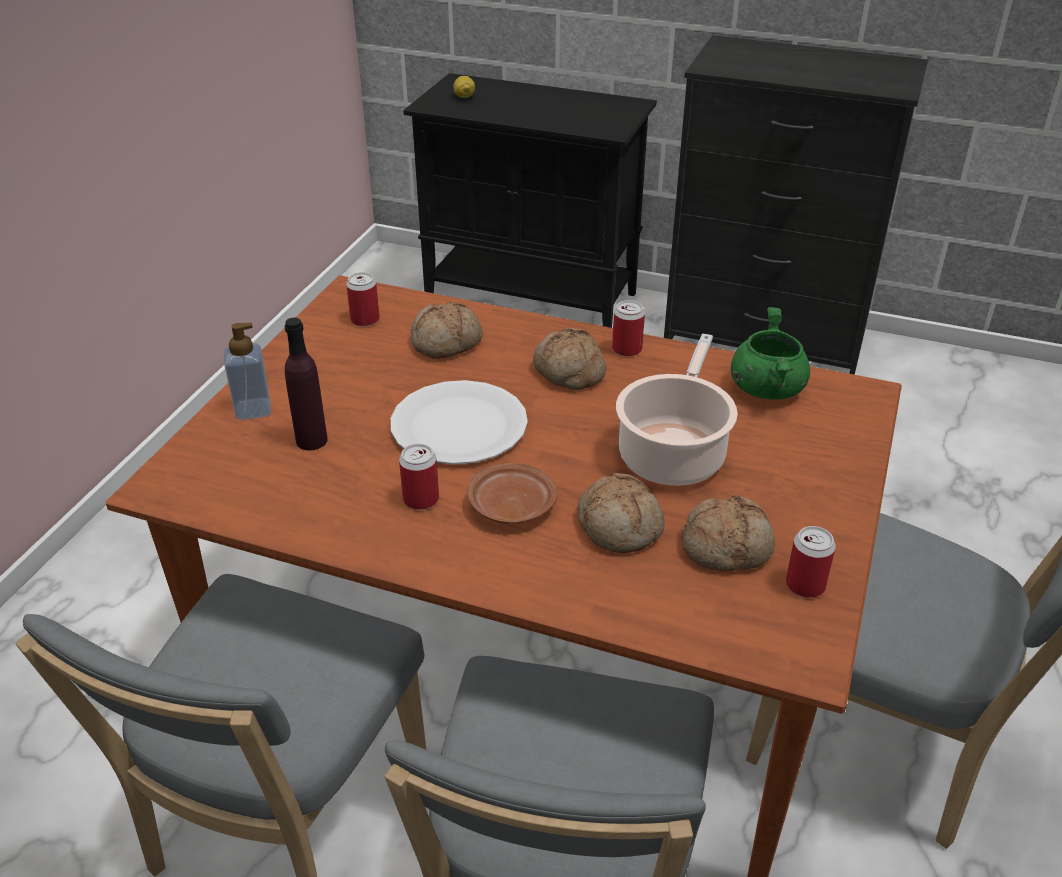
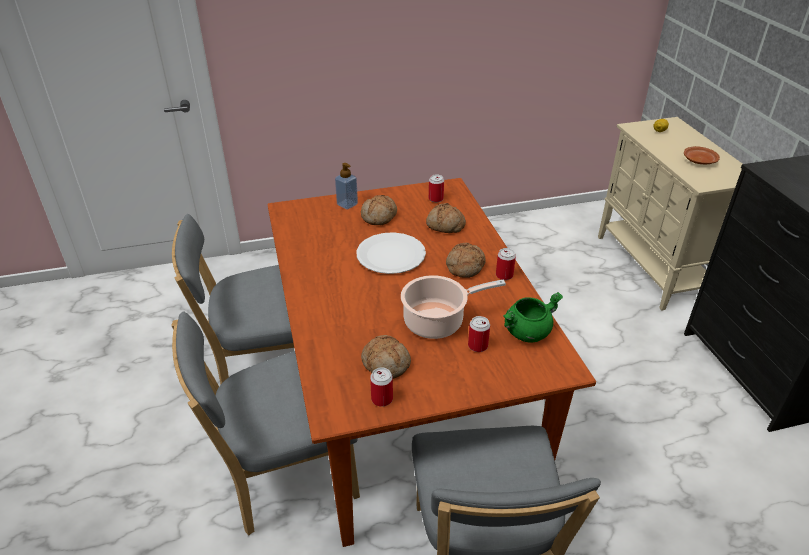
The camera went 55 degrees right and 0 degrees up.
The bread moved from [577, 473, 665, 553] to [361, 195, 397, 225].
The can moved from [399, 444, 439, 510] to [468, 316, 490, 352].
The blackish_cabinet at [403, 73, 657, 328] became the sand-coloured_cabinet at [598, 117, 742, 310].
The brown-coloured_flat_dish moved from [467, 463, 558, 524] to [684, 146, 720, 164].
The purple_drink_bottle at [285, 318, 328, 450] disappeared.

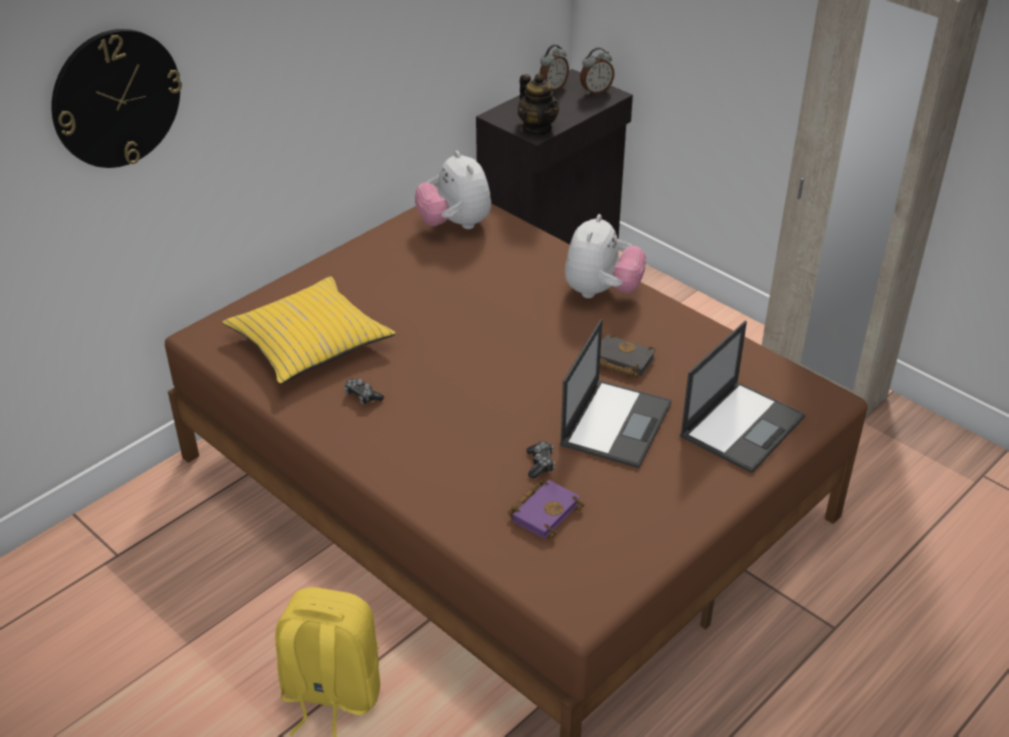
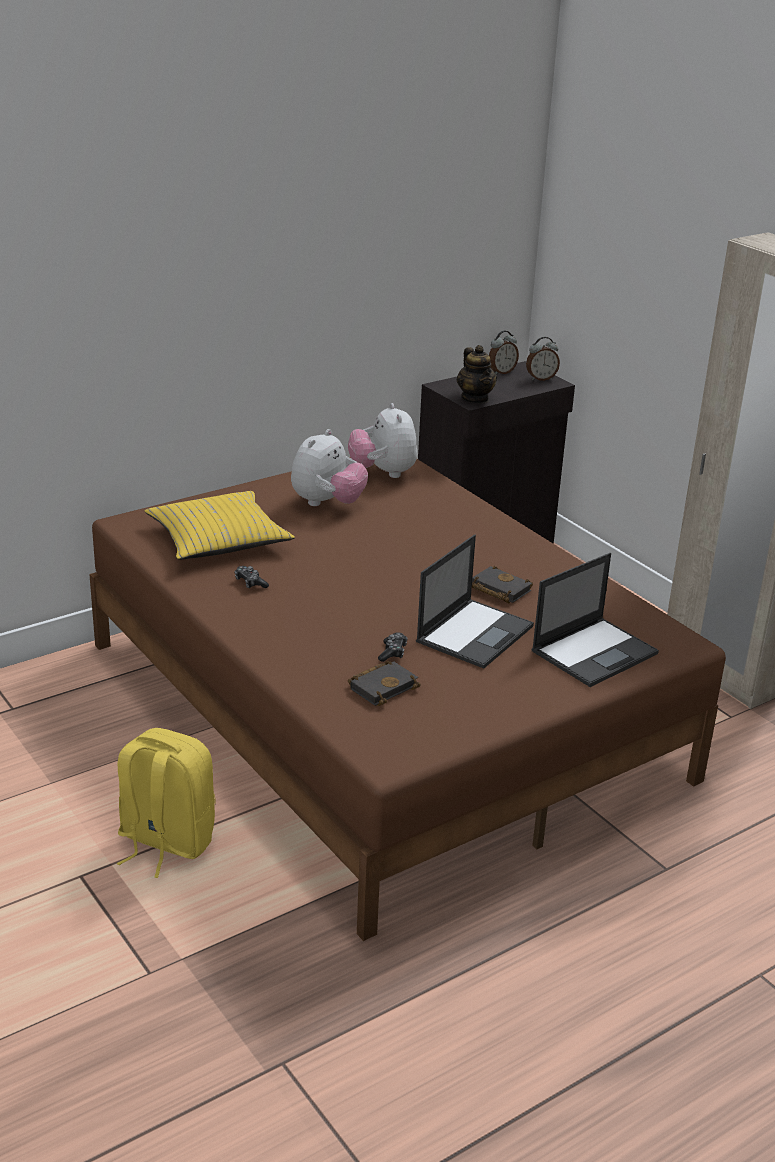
The camera went 10 degrees right and 10 degrees down.
The soft_toy moved from [565, 214, 646, 298] to [291, 429, 368, 506].
The purple_volume at [508, 480, 584, 539] became the blackish_volume at [348, 661, 421, 706].
The clock_on_the_wall at [51, 29, 182, 168] disappeared.

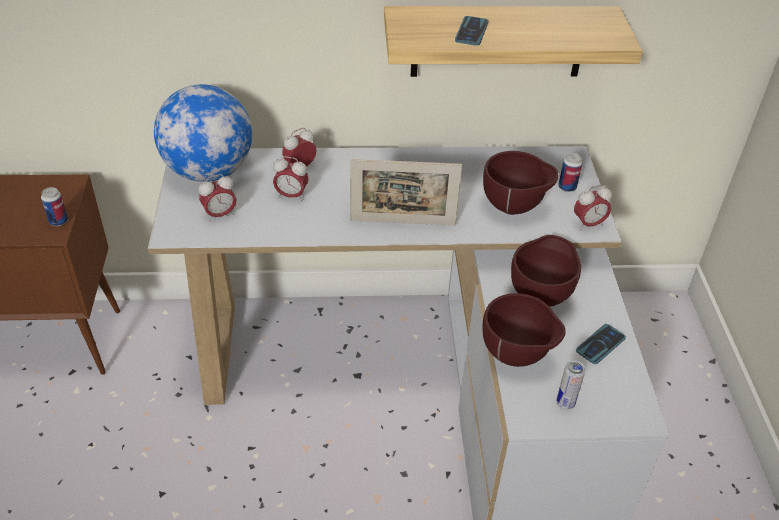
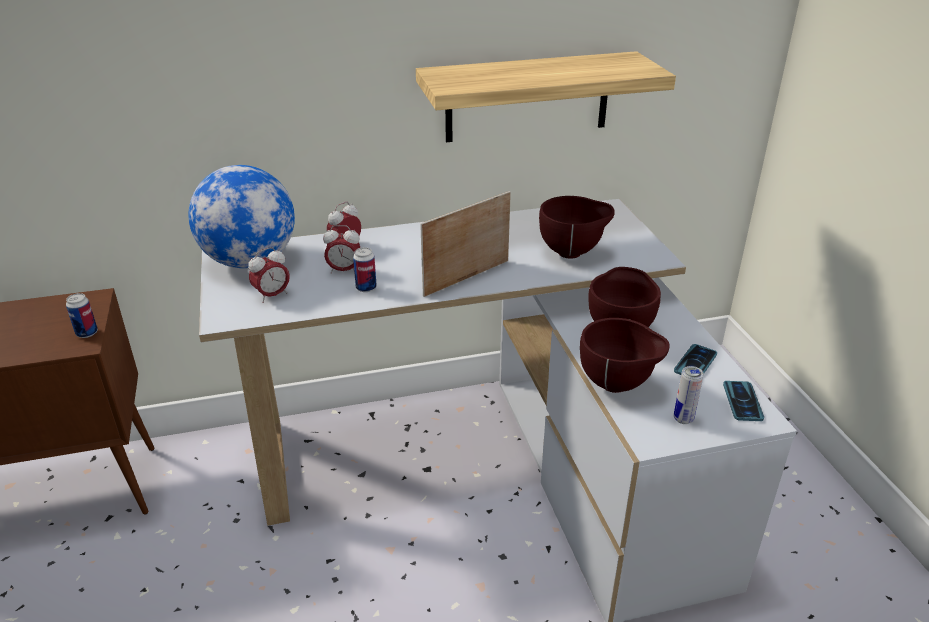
The camera went 10 degrees left and 10 degrees down.
The can moved from [558, 153, 582, 192] to [353, 247, 377, 292].
The photo_frame at [350, 159, 462, 225] turned 150 degrees clockwise.
The phone moved from [455, 16, 489, 46] to [723, 381, 764, 421].
The table_clock at [574, 185, 612, 230] disappeared.

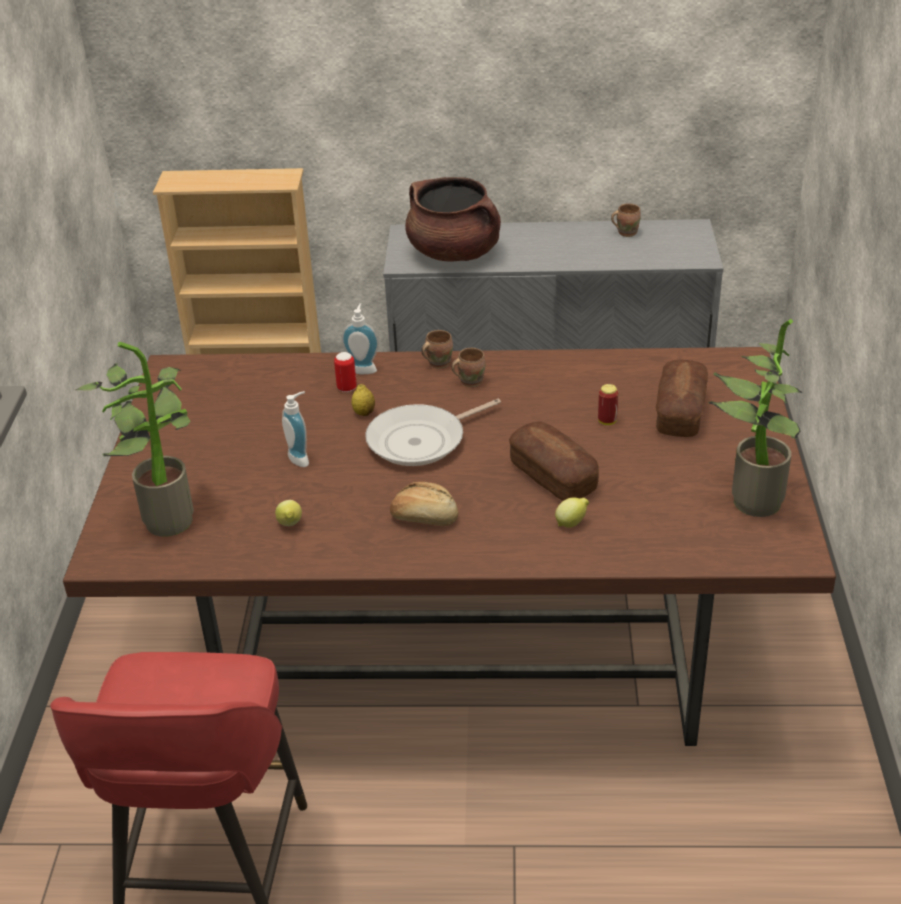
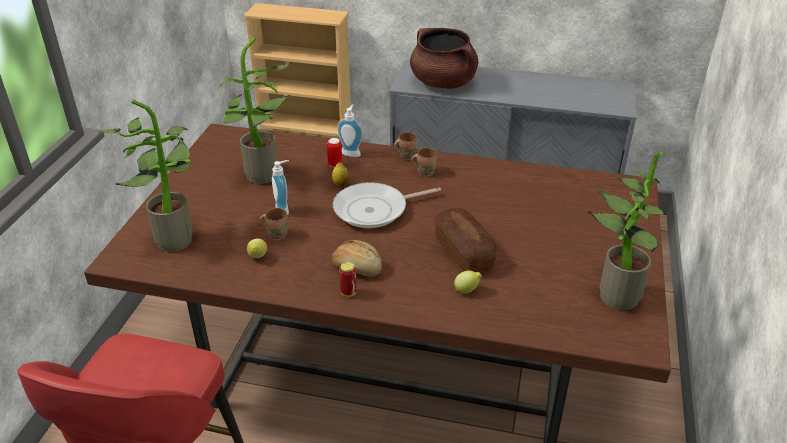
The camera went 10 degrees right and 0 degrees up.
The plant_in_a_pot at [219, 37, 291, 184] appeared.
The brown-coloured_tea_mug moved from [611, 203, 641, 237] to [260, 207, 288, 241].
The can moved from [598, 384, 618, 425] to [339, 262, 357, 297].
The bread at [656, 359, 708, 437] disappeared.

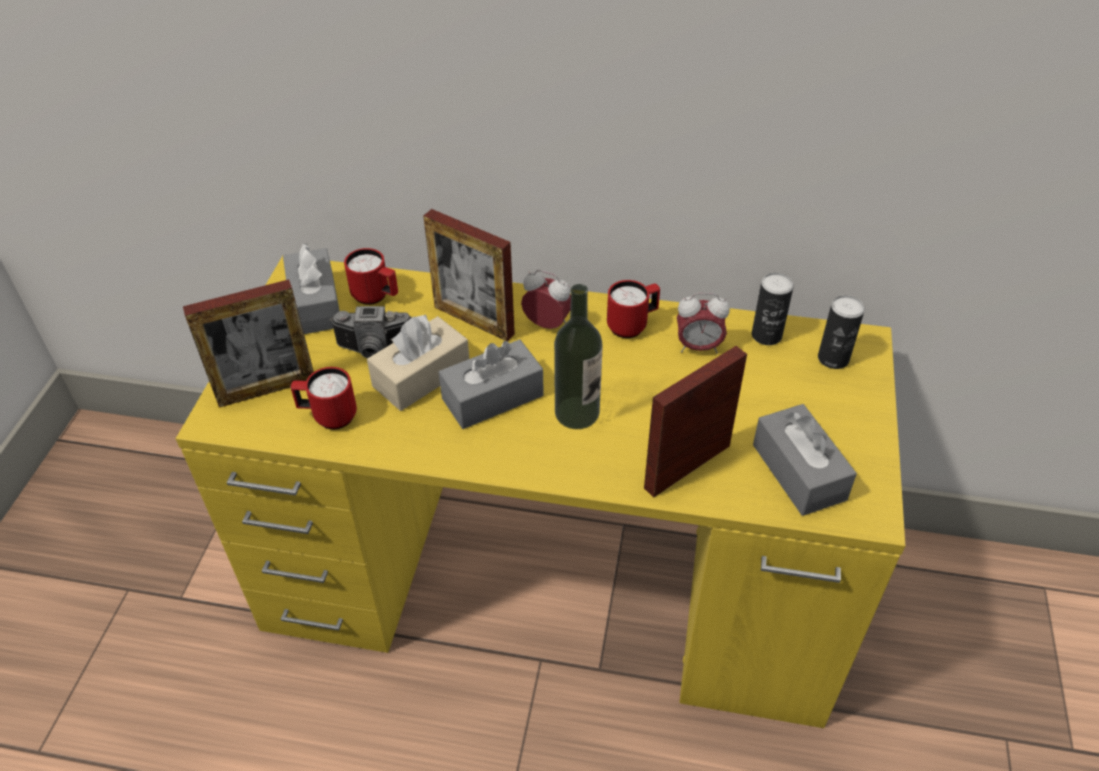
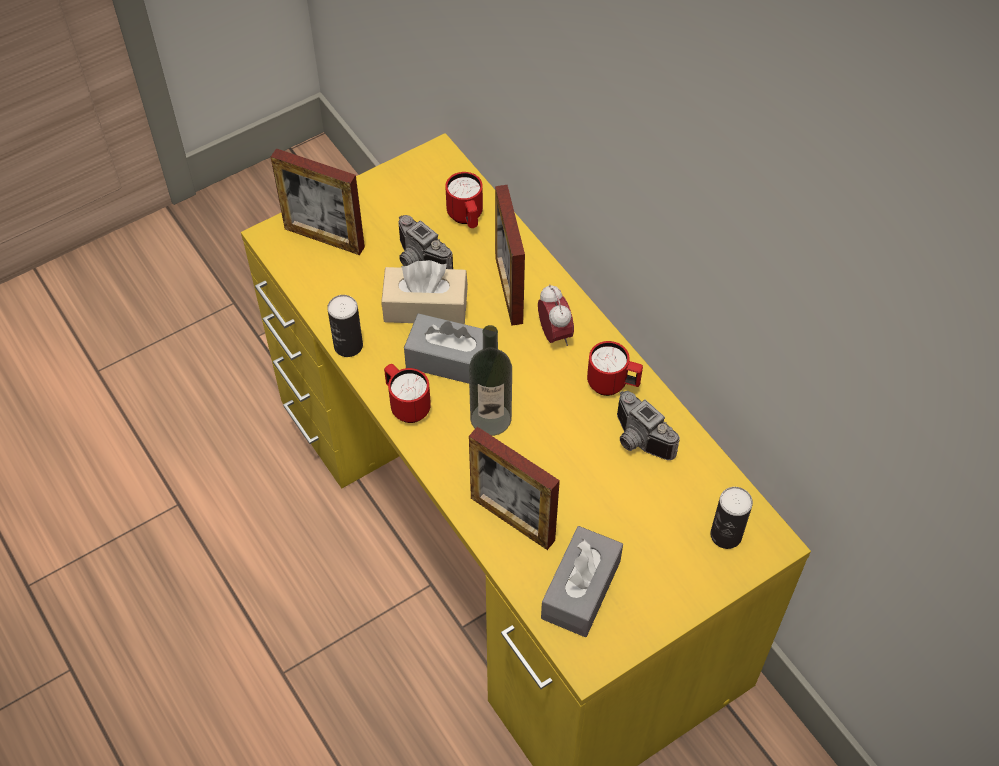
The camera went 45 degrees right and 10 degrees up.
The can moved from [752, 273, 794, 345] to [327, 295, 363, 357].
The red-coloured_tea_mug moved from [290, 367, 357, 429] to [384, 364, 431, 423].
The photo_frame at [644, 346, 747, 497] turned 150 degrees counterclockwise.
The table_clock at [677, 293, 730, 354] was replaced by the still_camera at [617, 391, 680, 460].
The gray_box_of_tissues at [283, 243, 340, 334] disappeared.

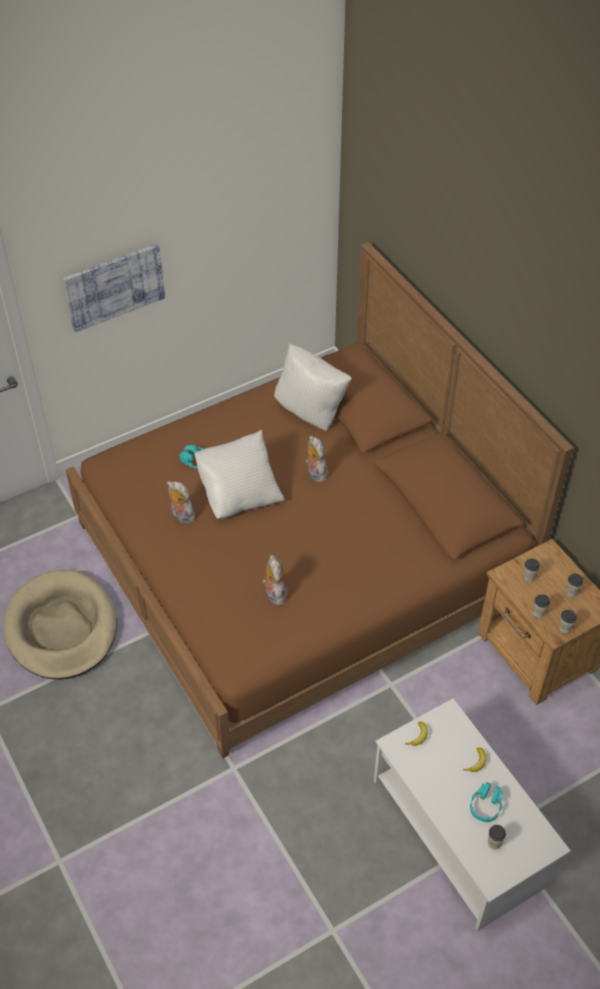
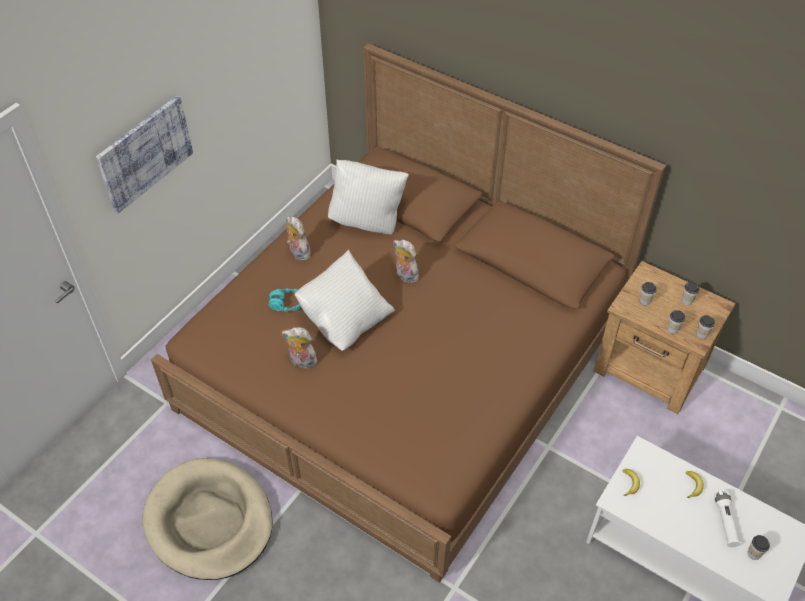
The camera went 25 degrees left and 0 degrees up.
The soft_toy moved from [262, 555, 287, 605] to [286, 216, 311, 261].
The blue-green_pair_of_headphones at [470, 782, 503, 822] was replaced by the whitish_hand_torch at [714, 490, 742, 547].

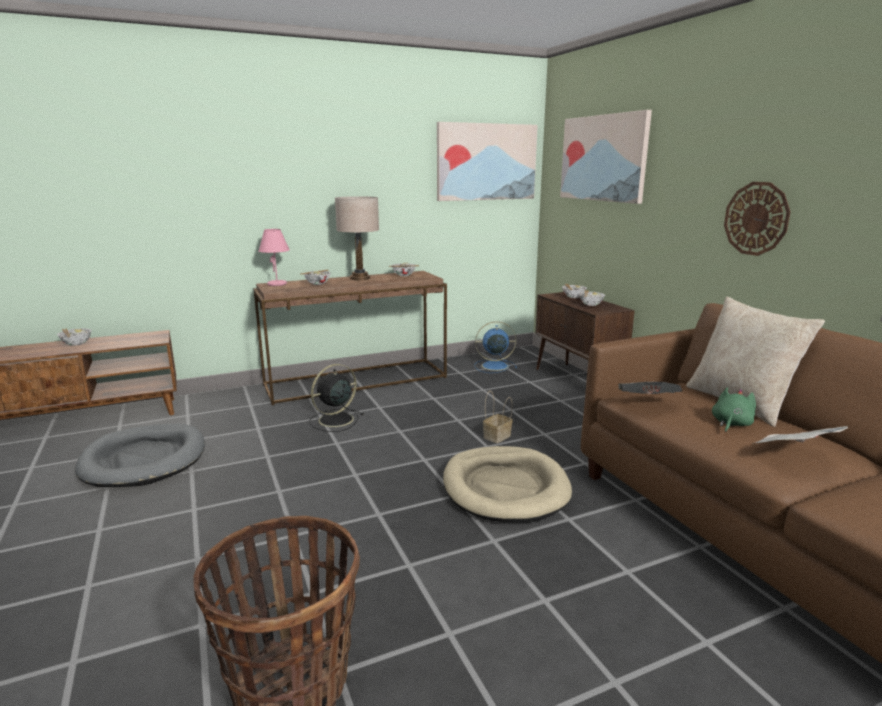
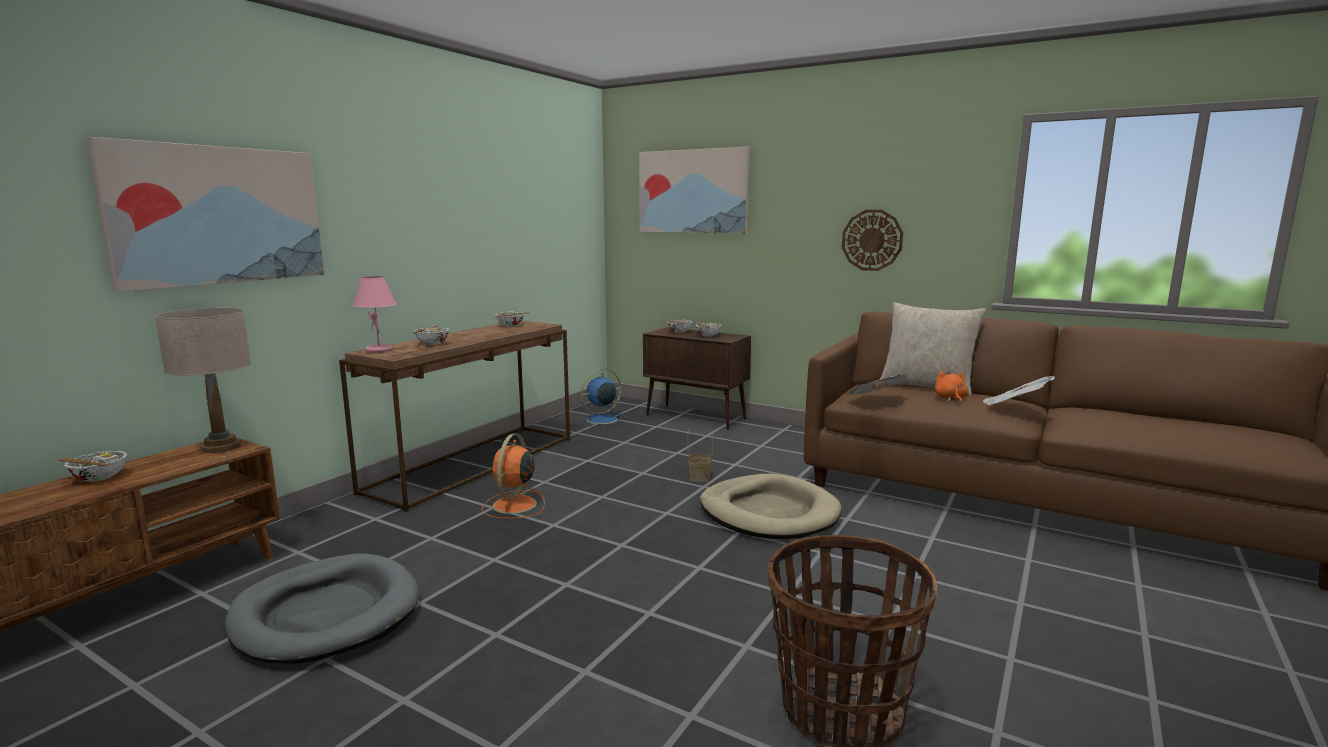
The camera went 35 degrees left and 5 degrees down.
The picture moved from [437, 122, 538, 201] to [86, 137, 324, 292].
The sand-coloured_table_lamp moved from [335, 196, 379, 280] to [155, 308, 251, 453].
The blackish_cooling_fan at [309, 364, 363, 432] became the orange-coloured_cooling_fan at [482, 434, 545, 519].
The greenish_soft_toy at [712, 387, 756, 432] became the orange-coloured_soft_toy at [935, 371, 969, 404].

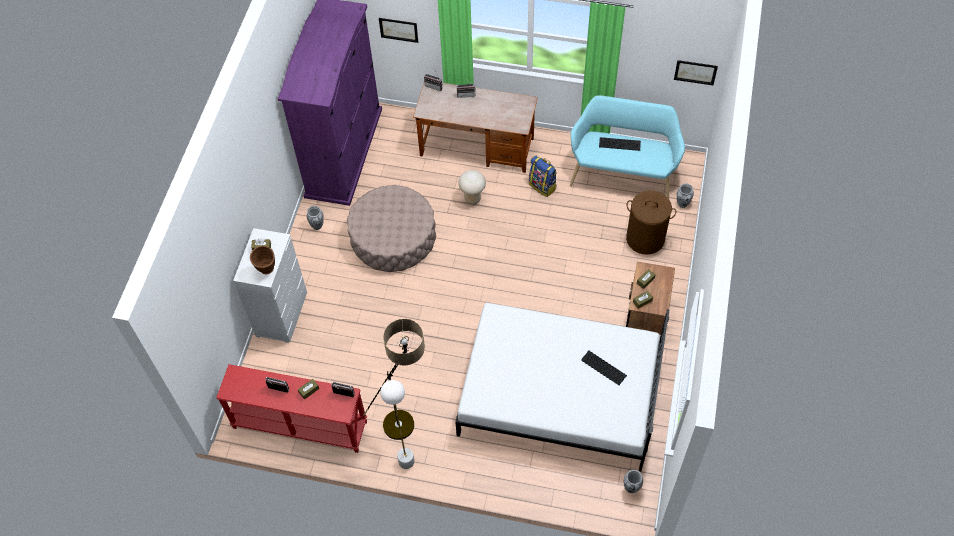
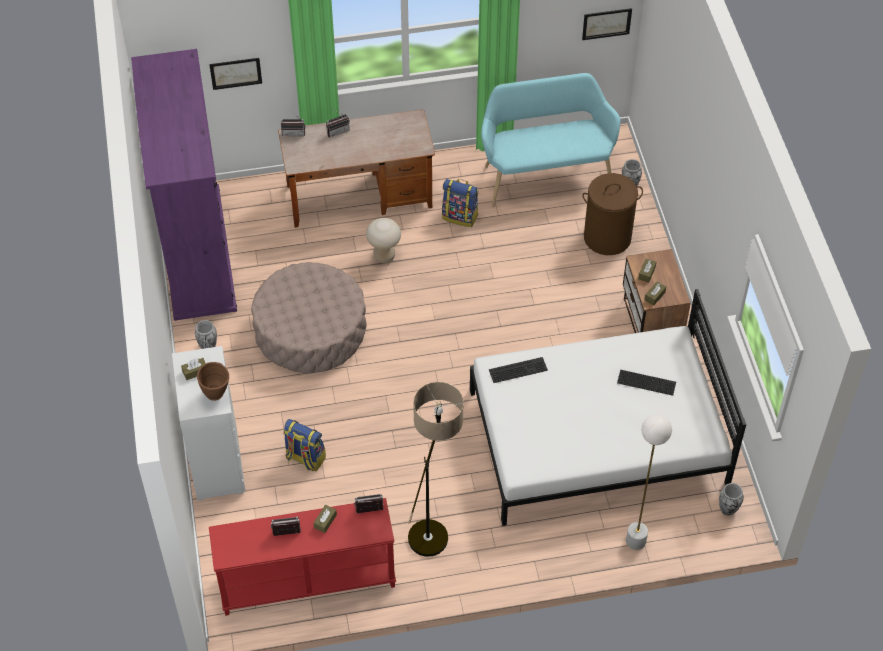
The camera went 25 degrees left and 5 degrees down.
The knapsack at [283, 419, 326, 471] appeared.
The keyboard moved from [599, 137, 641, 151] to [489, 357, 548, 383].
The whitish_standard_lamp moved from [380, 380, 415, 469] to [626, 415, 672, 550].

